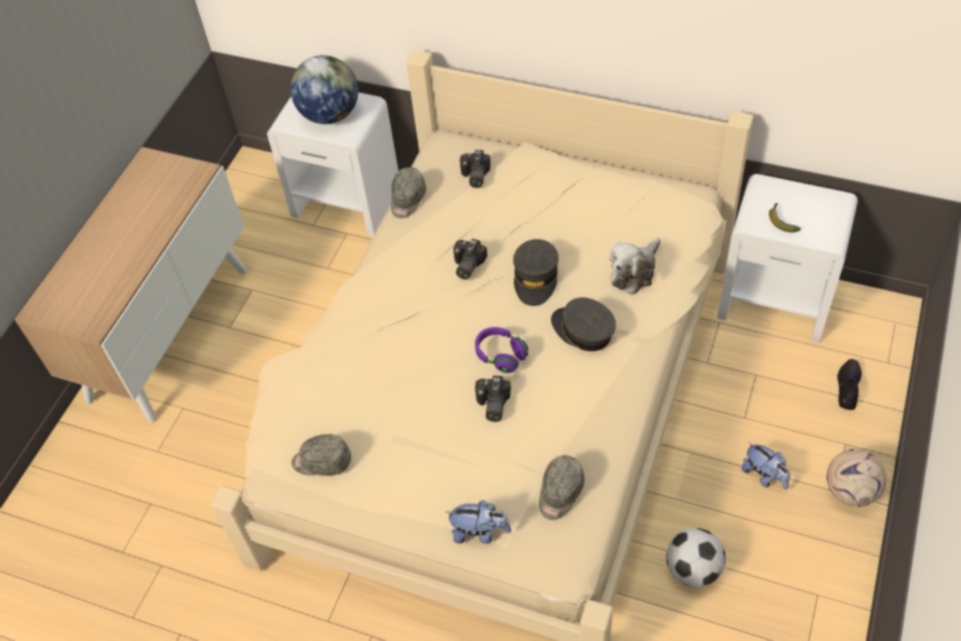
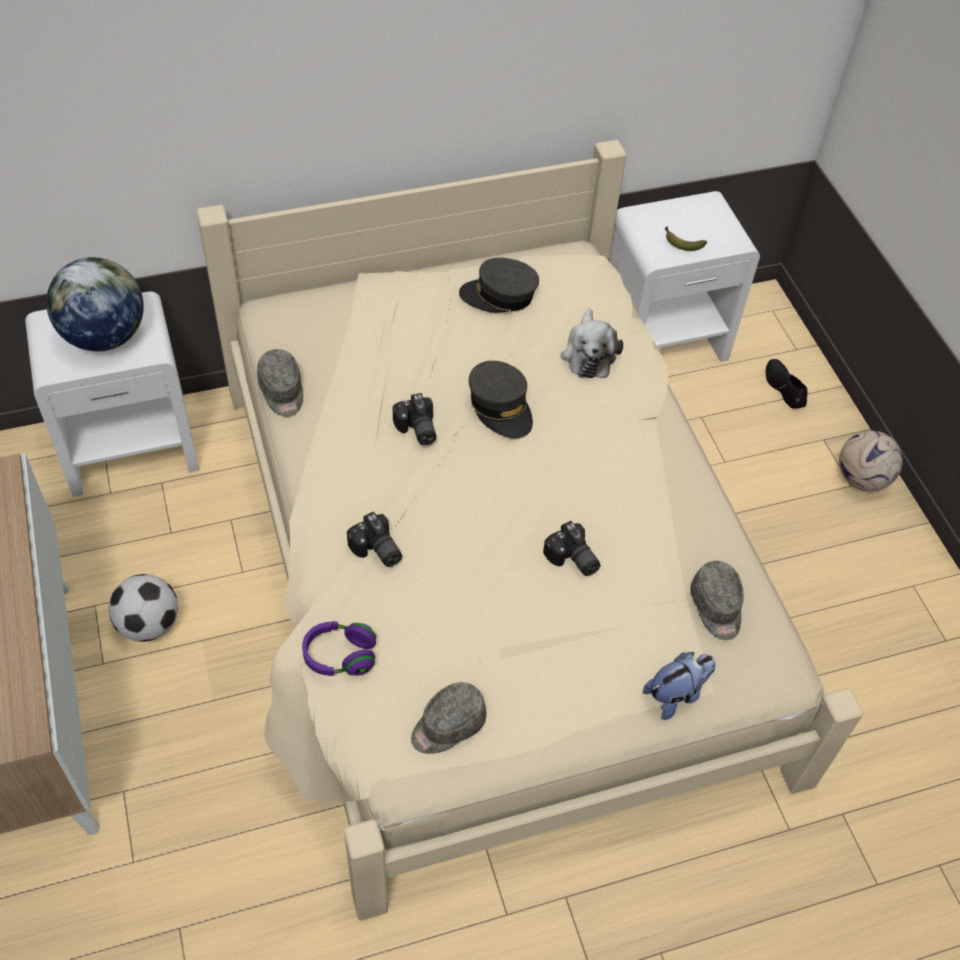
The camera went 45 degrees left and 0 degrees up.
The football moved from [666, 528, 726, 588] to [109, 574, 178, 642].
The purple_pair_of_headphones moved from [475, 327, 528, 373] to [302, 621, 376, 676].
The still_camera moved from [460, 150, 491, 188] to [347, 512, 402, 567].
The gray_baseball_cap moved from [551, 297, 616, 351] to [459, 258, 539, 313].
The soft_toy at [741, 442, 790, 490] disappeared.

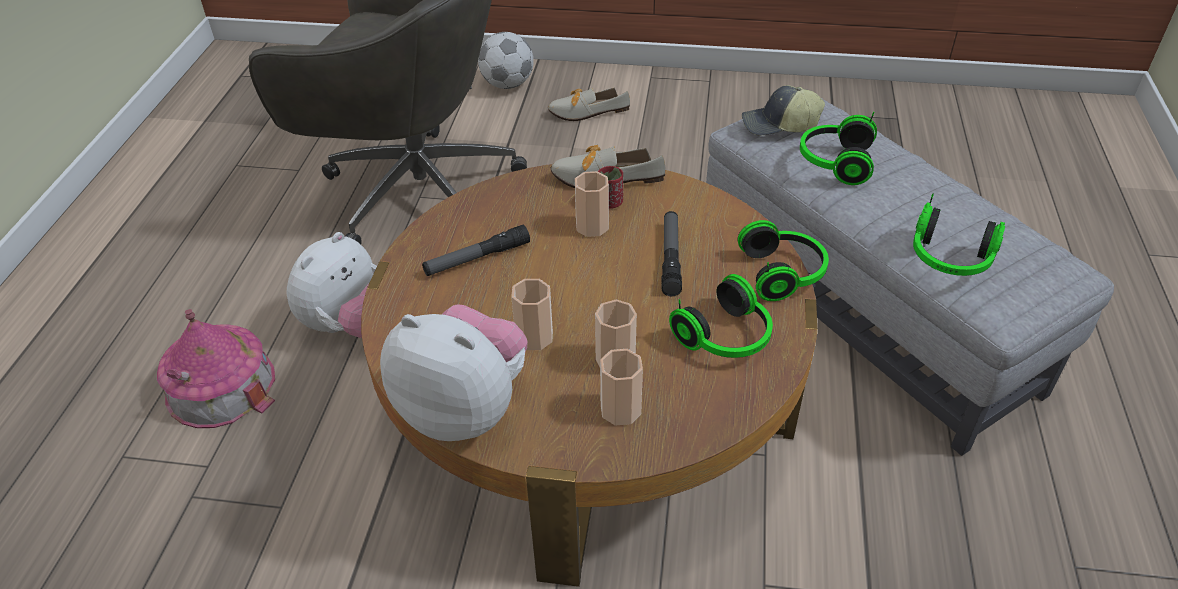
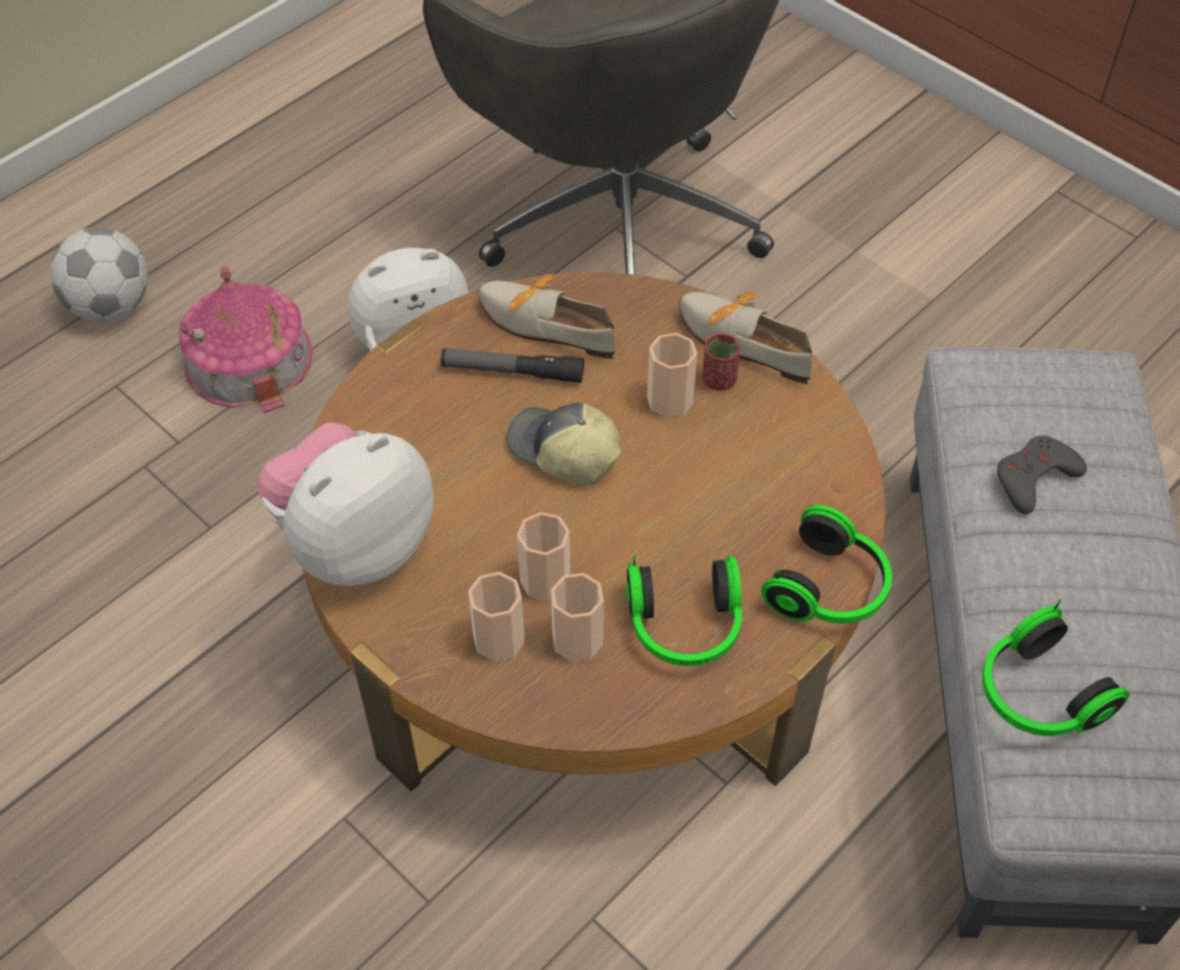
The camera went 35 degrees right and 10 degrees up.
The football moved from [478, 32, 534, 89] to [50, 227, 148, 321].
The soft_toy at [380, 304, 528, 441] turned 105 degrees counterclockwise.
The low_shoe moved from [548, 88, 630, 121] to [478, 274, 615, 359].
The baseball_cap moved from [742, 85, 825, 136] to [506, 403, 621, 485].
The small_cup moved from [511, 279, 553, 350] to [551, 573, 604, 662].
The pair_of_headphones at [800, 112, 877, 185] was replaced by the gray_gamepad at [997, 436, 1087, 514].
The hand_torch at [661, 211, 682, 296] disappeared.

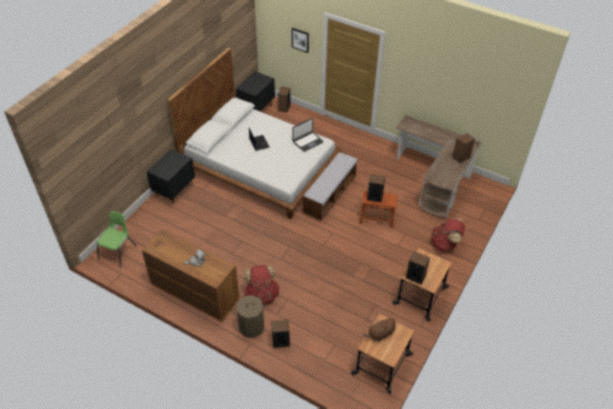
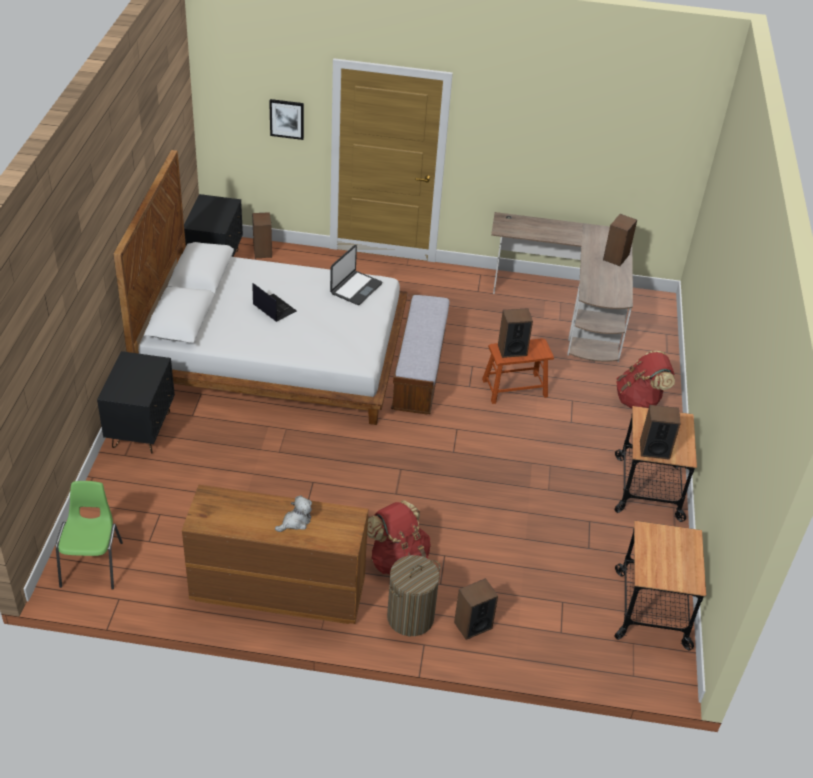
The camera went 25 degrees left and 5 degrees down.
The brown-coloured_soft_toy at [363, 317, 396, 341] disappeared.

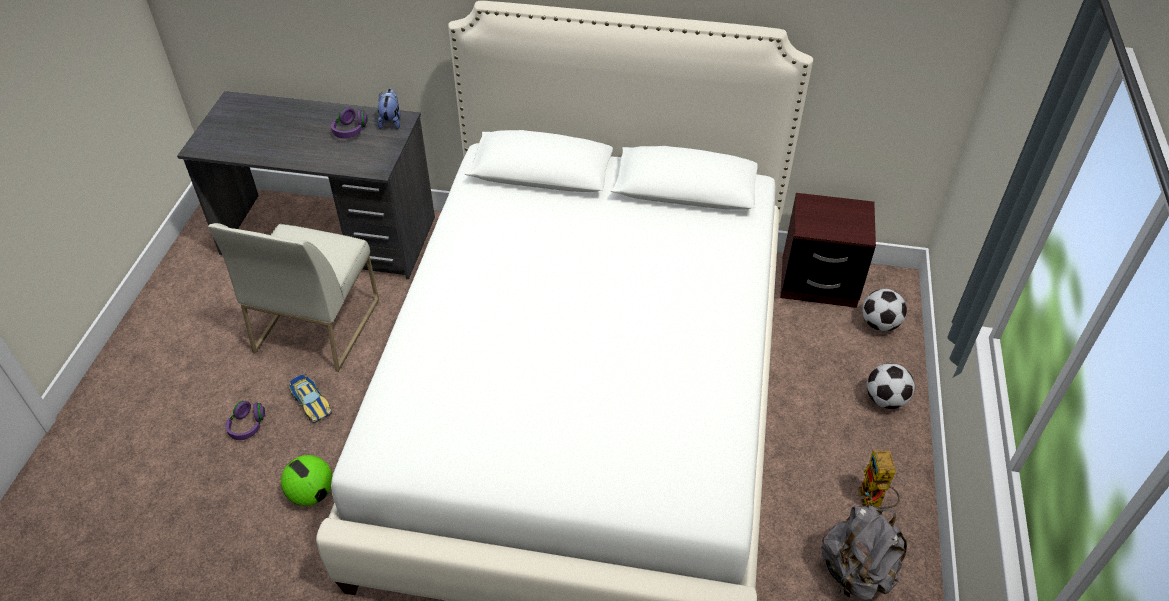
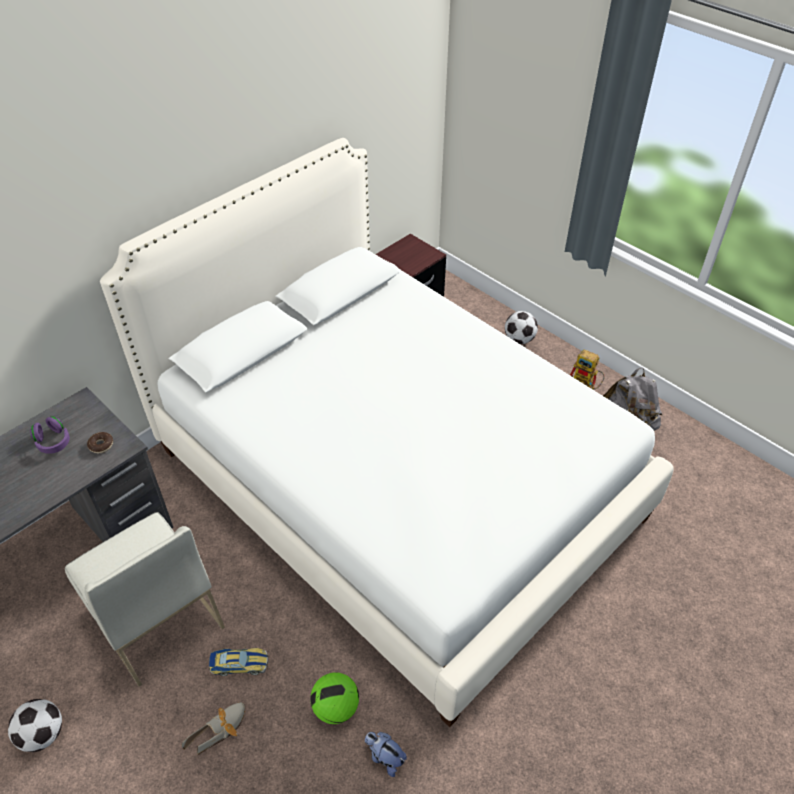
The camera went 55 degrees left and 0 degrees up.
The football moved from [862, 289, 907, 331] to [8, 699, 62, 752].
The ring_doughnut at [87, 432, 113, 453] appeared.
The purple_pair_of_headphones at [226, 401, 265, 440] was replaced by the low_shoe at [182, 702, 245, 755].
The soft_toy moved from [377, 89, 401, 129] to [365, 732, 407, 777].

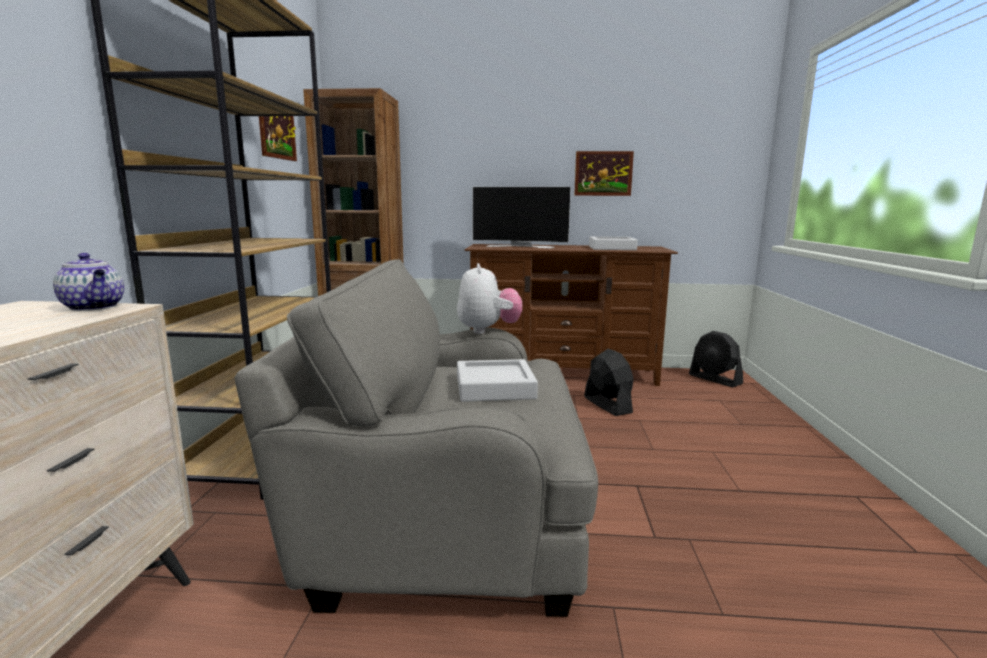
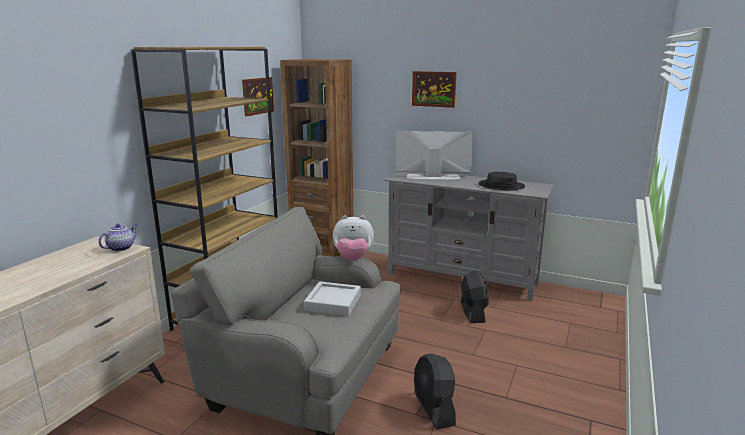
The camera went 20 degrees right and 5 degrees up.
The pot_for_tea at [53, 253, 124, 311] turned 120 degrees counterclockwise.
The soft_toy at [457, 263, 522, 334] turned 75 degrees clockwise.
The brown-coloured_tv_stand at [465, 244, 678, 386] became the gray_tv_stand at [384, 172, 554, 301].
The television at [472, 187, 571, 248] turned 150 degrees clockwise.
The picture moved from [574, 151, 634, 196] to [412, 71, 457, 108].
The blackish_cooling_fan moved from [689, 331, 743, 387] to [414, 353, 456, 430].
The gray_serving_tray at [589, 236, 638, 250] was replaced by the blackish_clothing_hat at [478, 172, 525, 190].

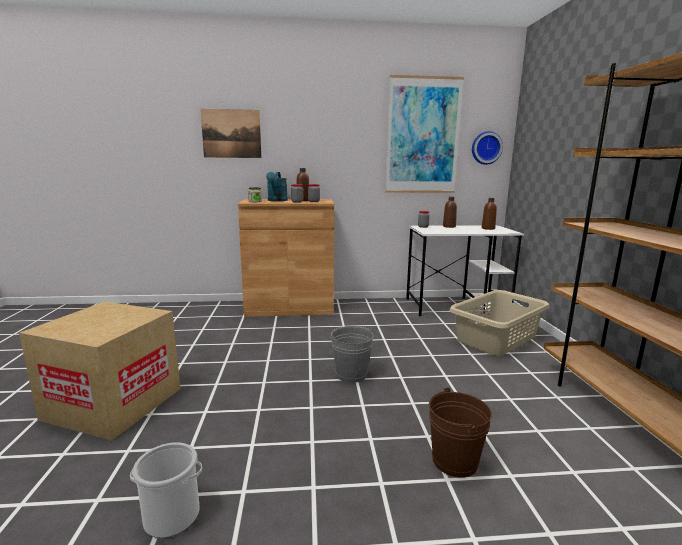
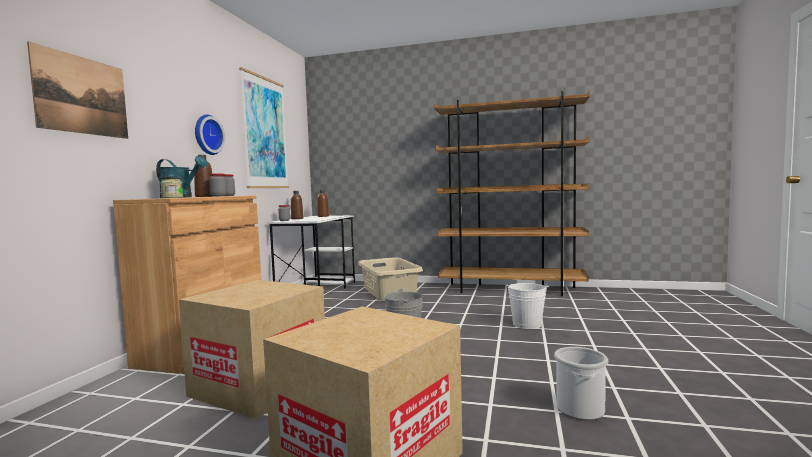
The camera went 70 degrees left and 10 degrees down.
The carton at [179, 280, 325, 419] appeared.
The clock_on_the_wall moved from [472, 131, 503, 165] to [195, 114, 225, 155].
The brown-coloured_water_bucket at [429, 388, 492, 478] became the whitish_water_bucket at [506, 283, 549, 329].

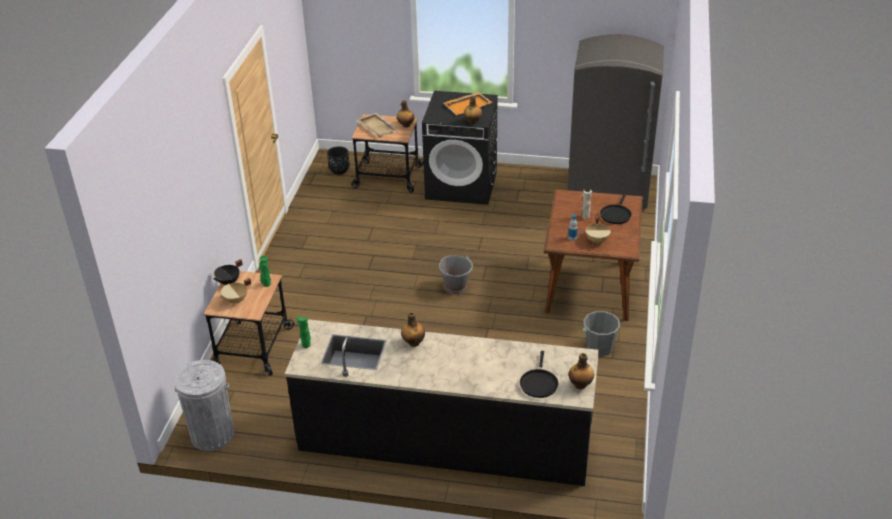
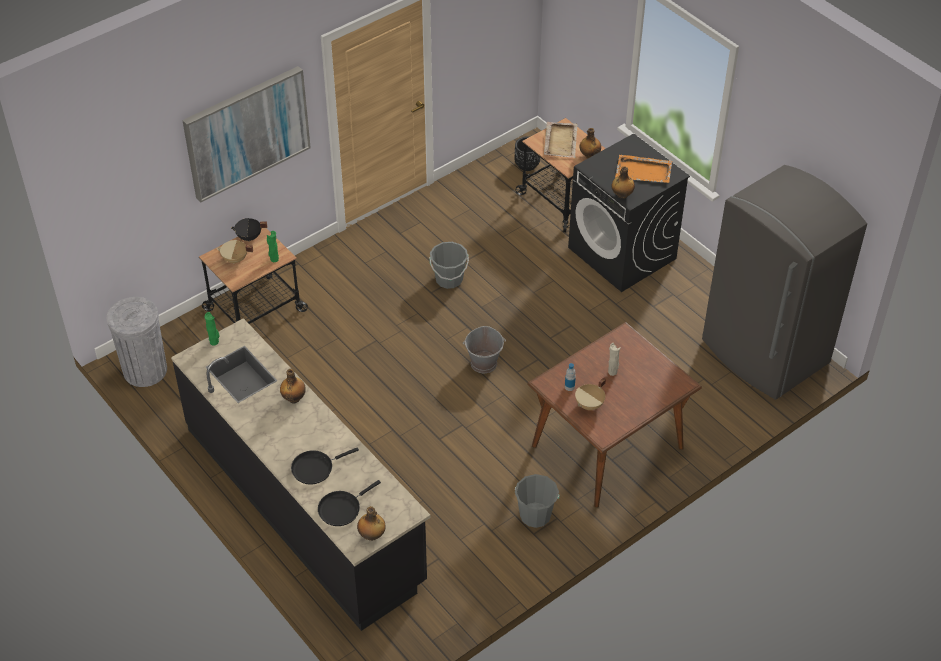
The camera went 40 degrees right and 10 degrees up.
The picture at [182, 66, 311, 203] appeared.
The blackish_skillet moved from [600, 193, 632, 224] to [291, 448, 359, 484].
The gray_water_bucket at [429, 242, 469, 289] appeared.

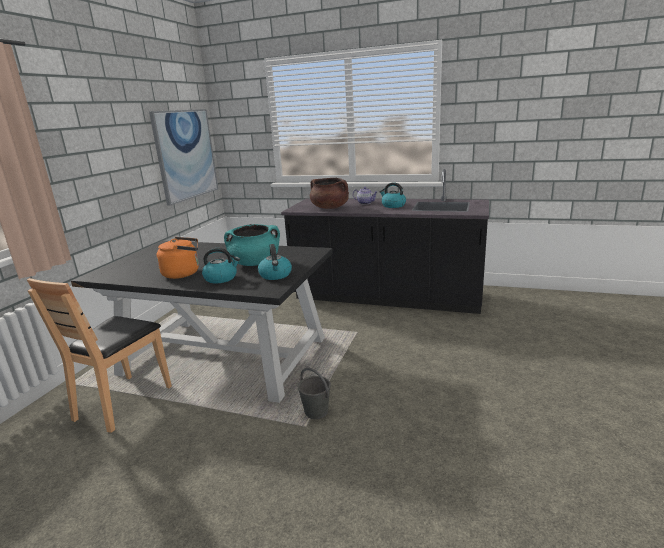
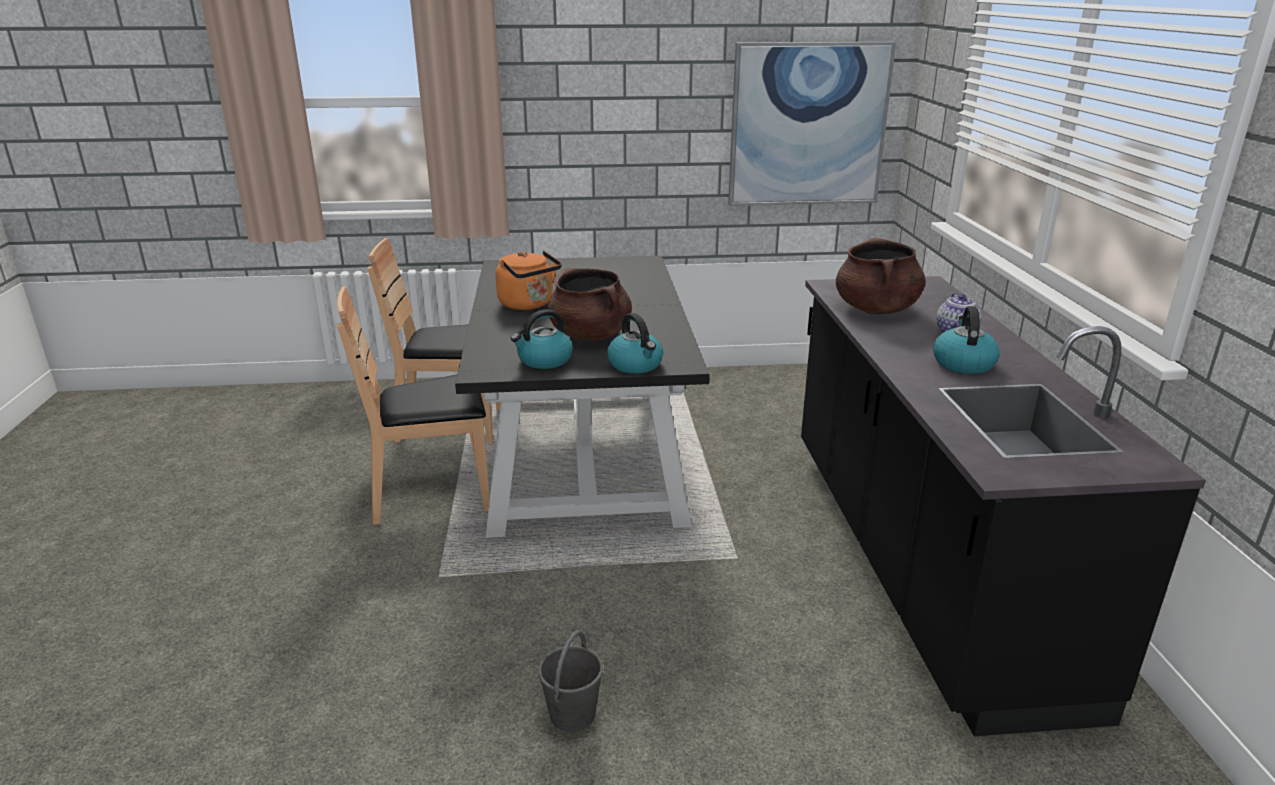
The camera went 65 degrees right and 5 degrees up.
The brown-coloured_upright_chair at [336, 286, 490, 525] appeared.
The gray_water_bucket moved from [298, 368, 331, 419] to [538, 630, 603, 732].
The blue-green_stockpot at [224, 224, 280, 266] became the brown-coloured_stockpot at [548, 268, 632, 341].
The kettle moved from [202, 248, 240, 284] to [607, 313, 663, 374].

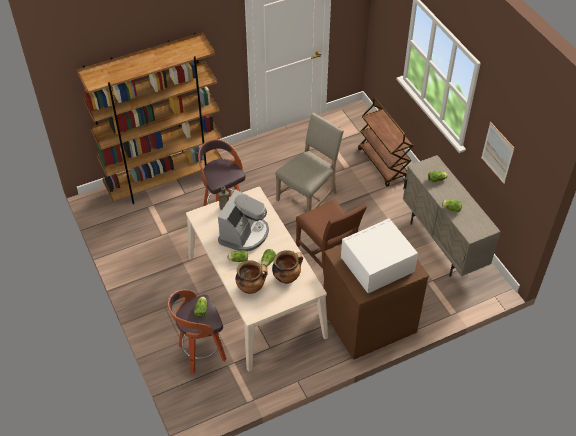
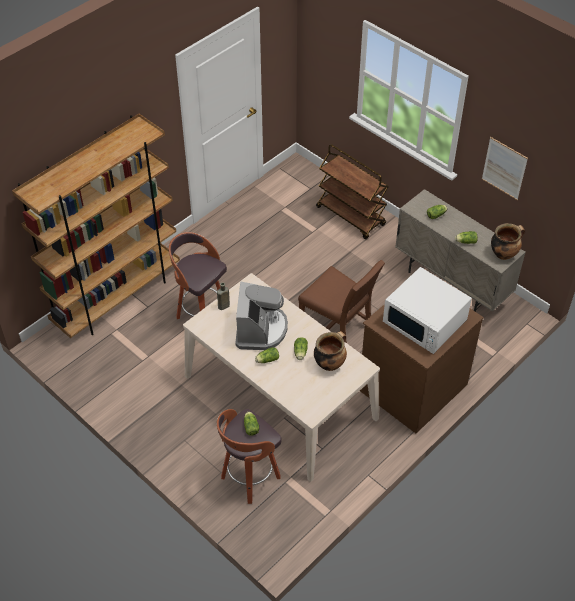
The camera went 20 degrees left and 0 degrees up.
The whitish_kitchen_microwave at [341, 218, 418, 293] turned 90 degrees counterclockwise.
The stockpot moved from [236, 260, 268, 294] to [491, 223, 525, 260].
The sand-coloured_upright_chair at [275, 113, 344, 212] disappeared.

